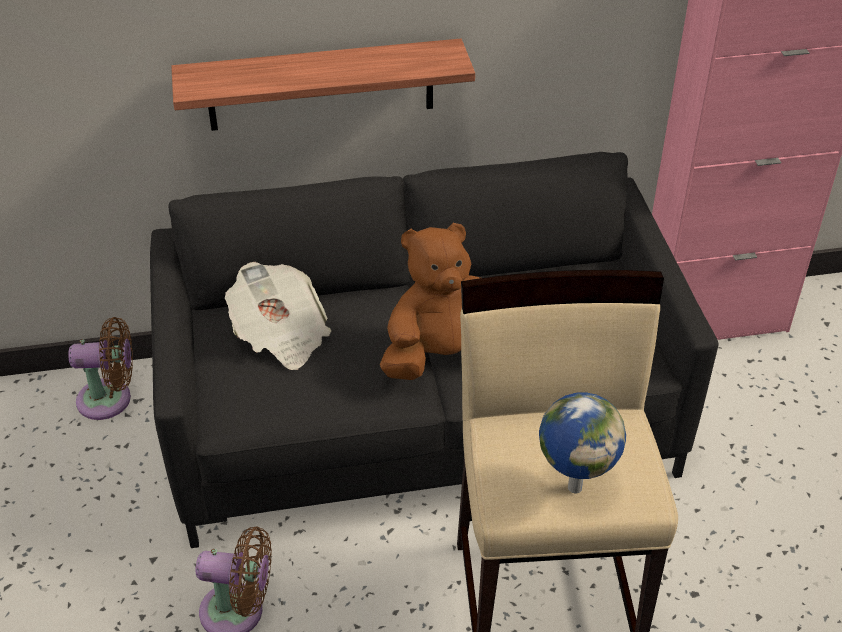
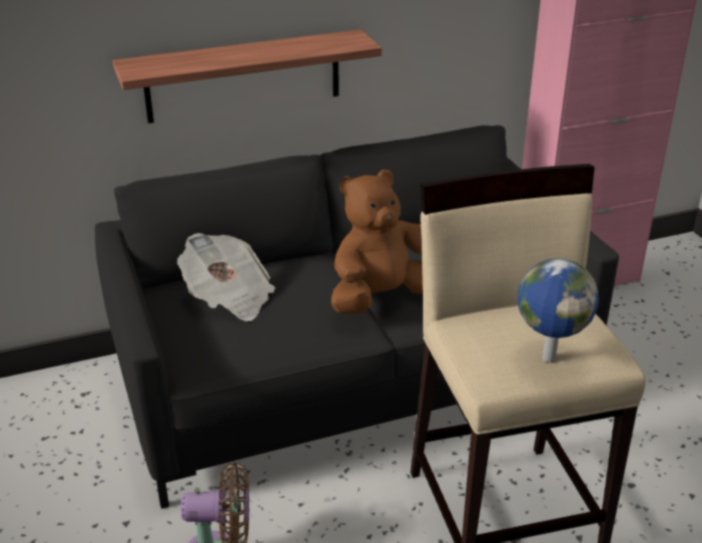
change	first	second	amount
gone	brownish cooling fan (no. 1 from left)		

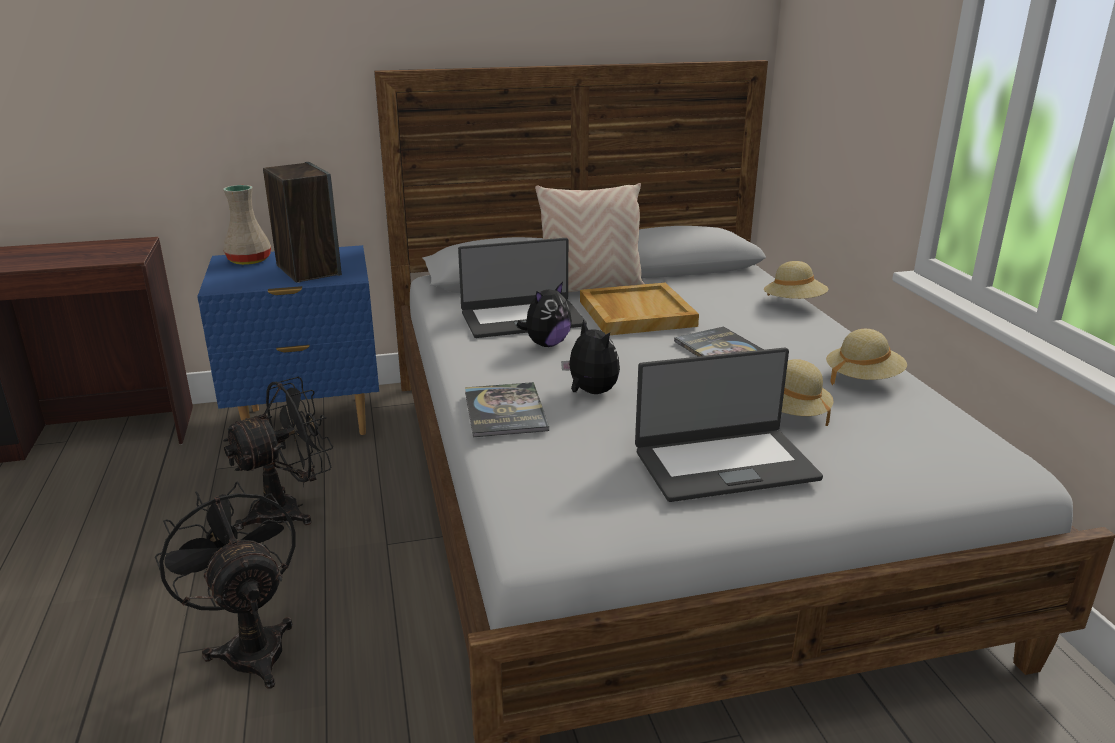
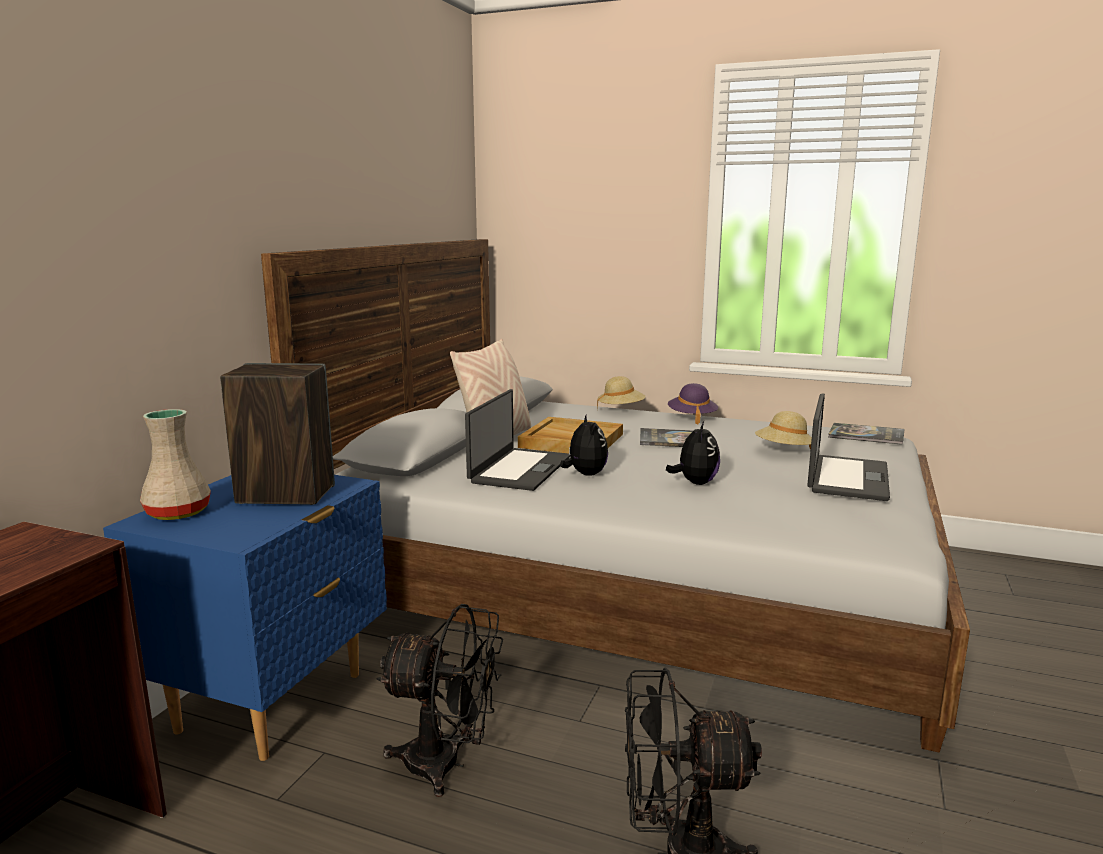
change	first	second	amount
rotated	plush toy (no. 2 from left)		105 degrees clockwise
gone	beige-coloured hat (no. 3 from left)		
rotated	blackish cooling fan (no. 2 from left in the first image)	blackish cooling fan (no. 1 from left)	105 degrees clockwise
shifted	volume (no. 1 from left in the first image)	volume (no. 2 from left)	
new		purple-coloured hat	

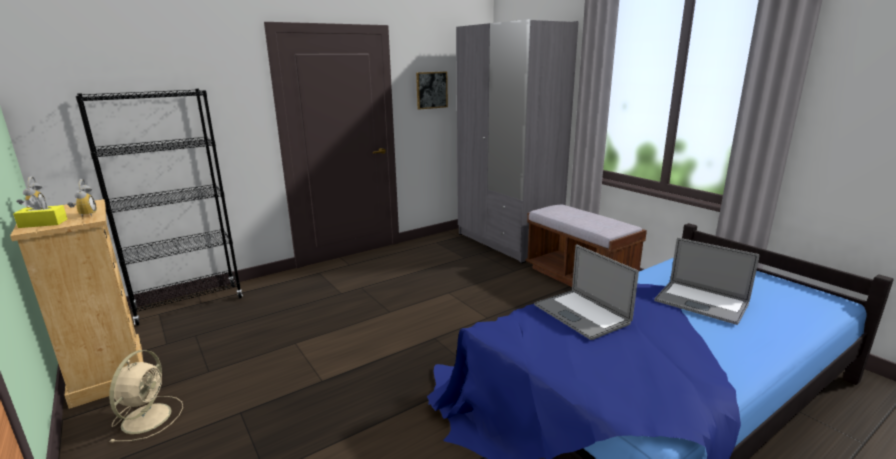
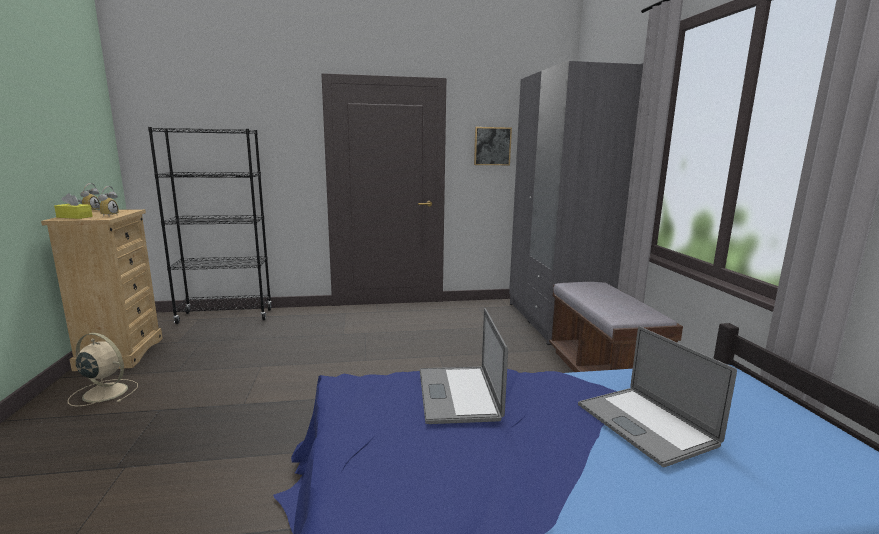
change	first	second	amount
rotated	beige-coloured cooling fan		105 degrees counterclockwise

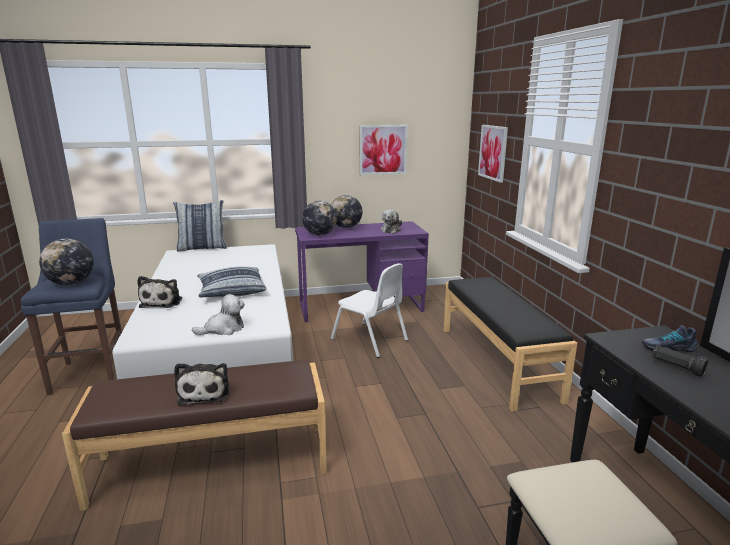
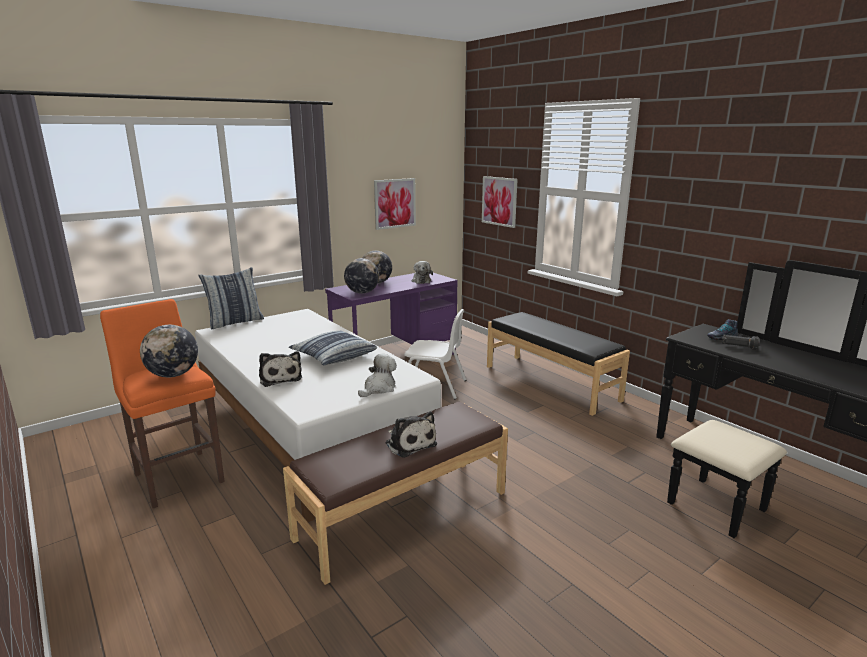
change	first	second	amount
repainted	blue-coloured sitting stool	orange sitting stool	

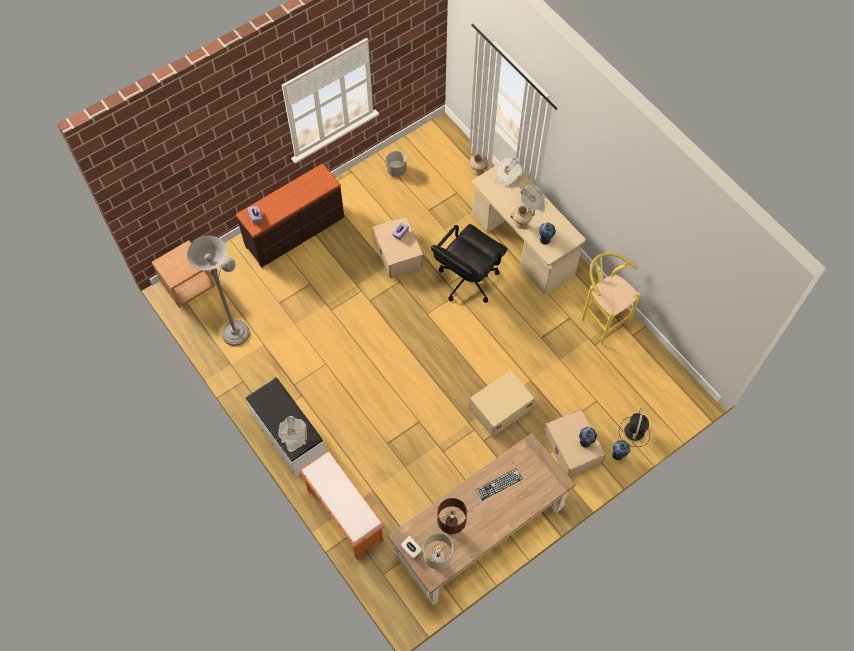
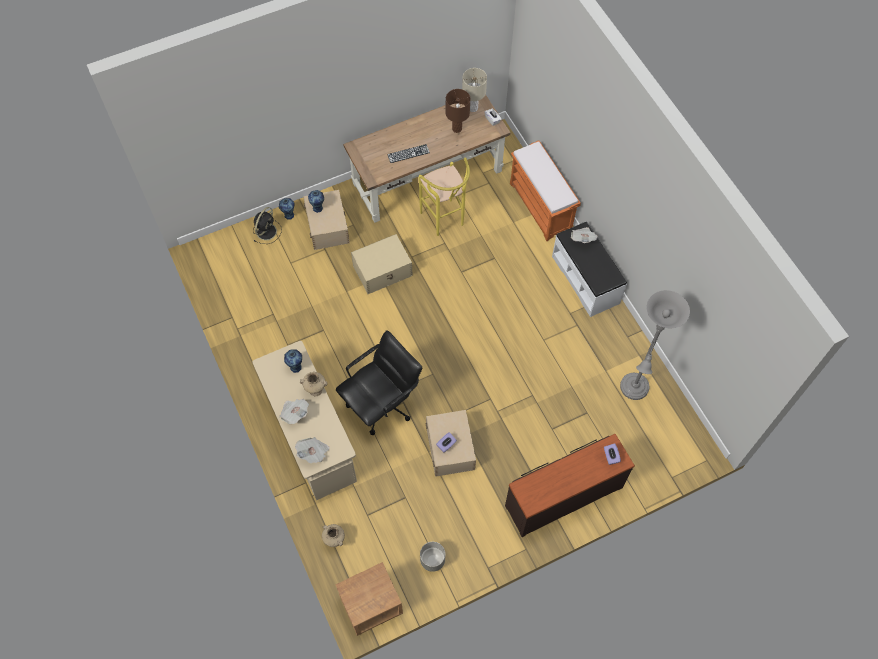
change	first	second	amount
shifted	brownish nightstand		
shifted	yellowish sitting stool		

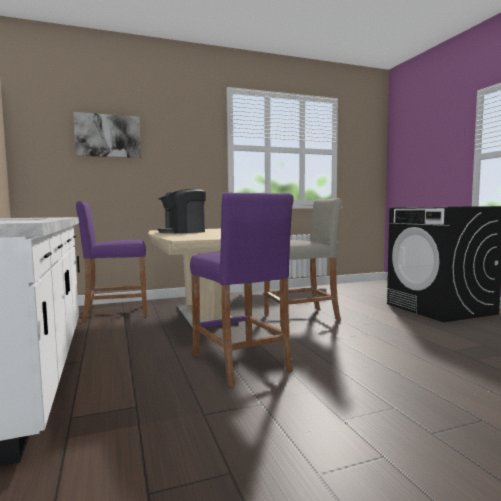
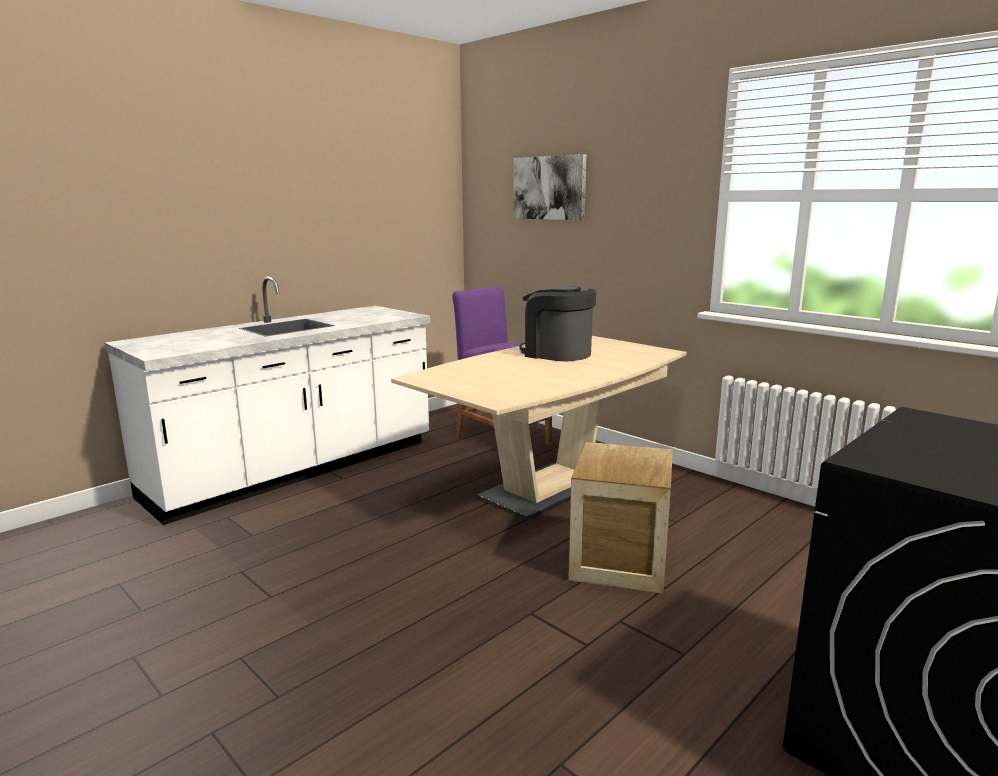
change	first	second	amount
gone	purple-coloured sitting stool (no. 2 from left)		
swapped	beige-coloured sitting stool	shipping crate	

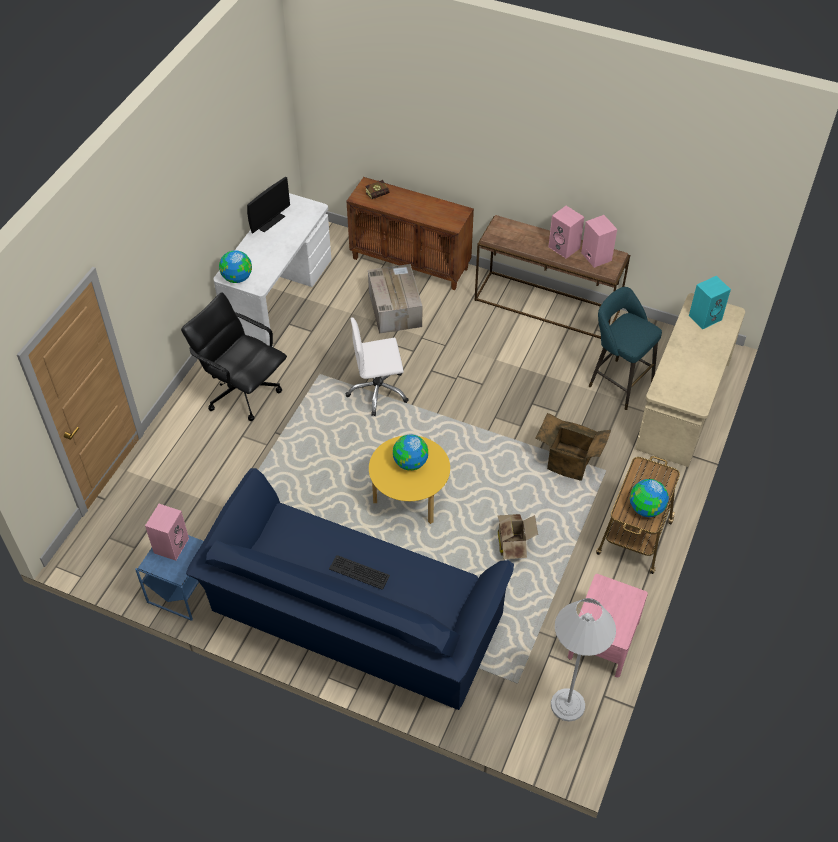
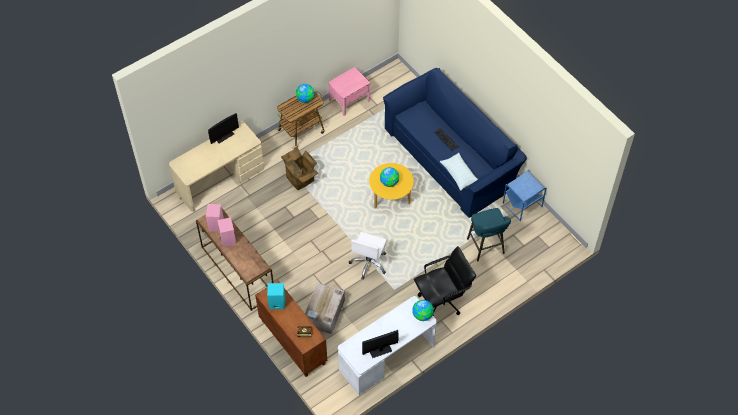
change	first	second	amount
shifted	blue-green audio speaker		
shifted	blue-green sitting stool		
rotated	blackish office chair		90 degrees counterclockwise
rotated	white-coloured office chair		90 degrees clockwise
gone	pinkish audio speaker (no. 1 from left)		
gone	cardboard box (no. 2 from left)		
gone	white-coloured floor lamp		
new		computer display (no. 1 from left)	
new		pillow	

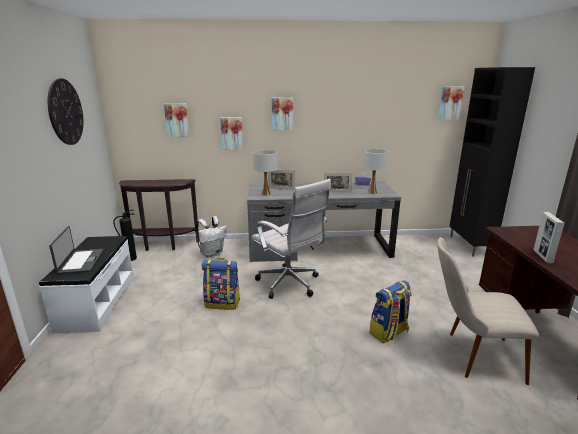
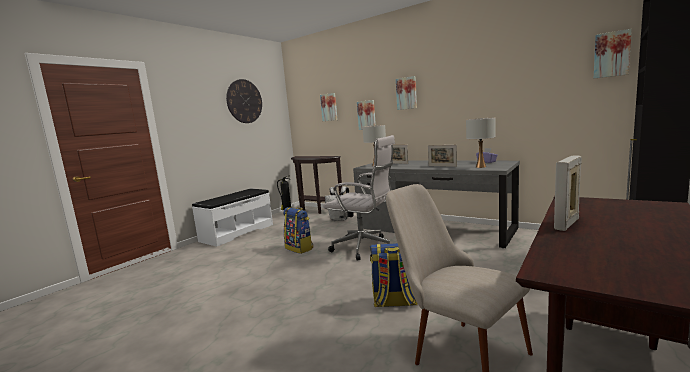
change	first	second	amount
rotated	white-coloured office chair		60 degrees counterclockwise
gone	laptop		

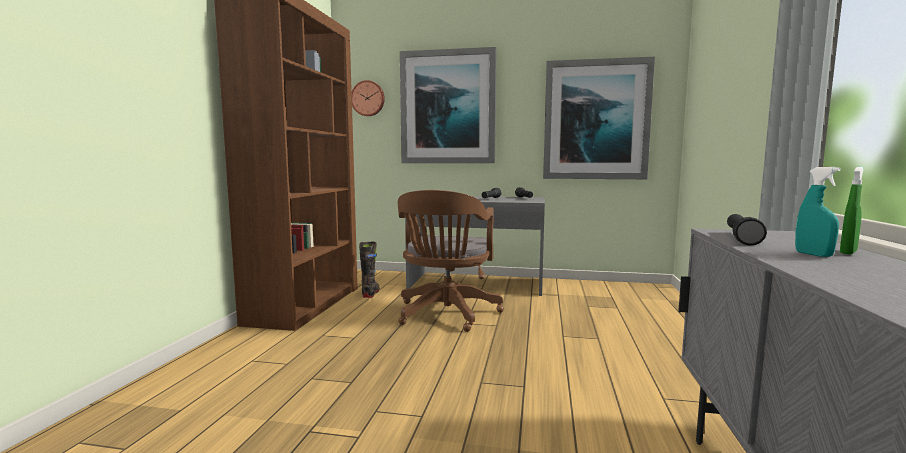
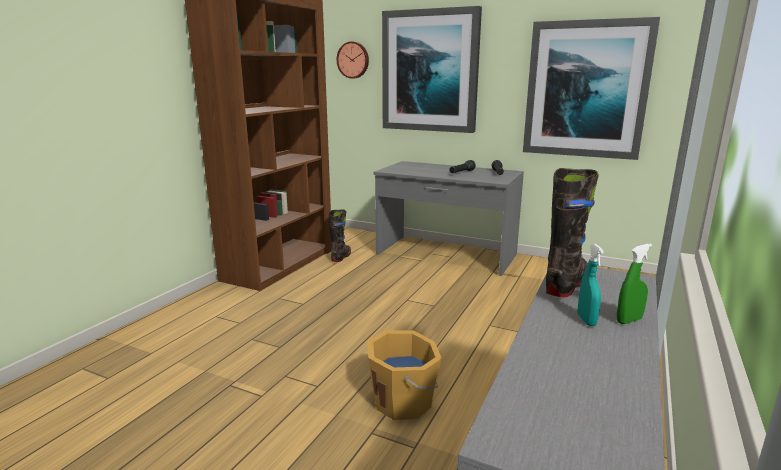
change	first	second	amount
gone	brownish office chair		
swapped	blackish torch (no. 3 from left)	blackish boot (no. 2 from left)	
new		orange pail	

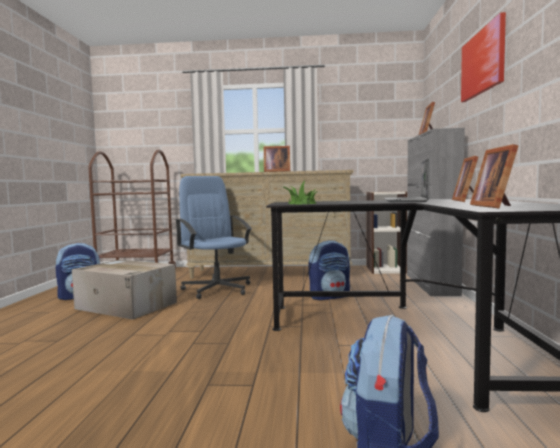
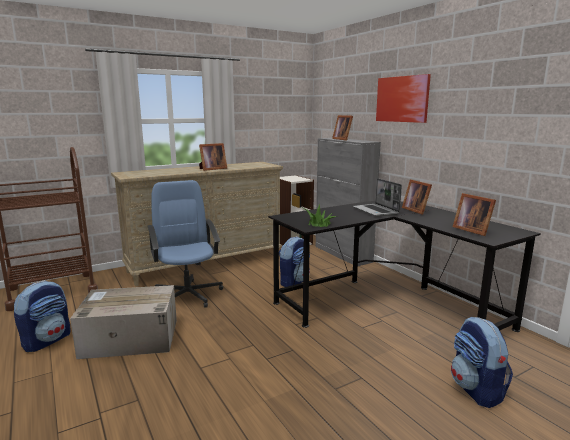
change	first	second	amount
rotated	blue-coloured office chair		45 degrees clockwise

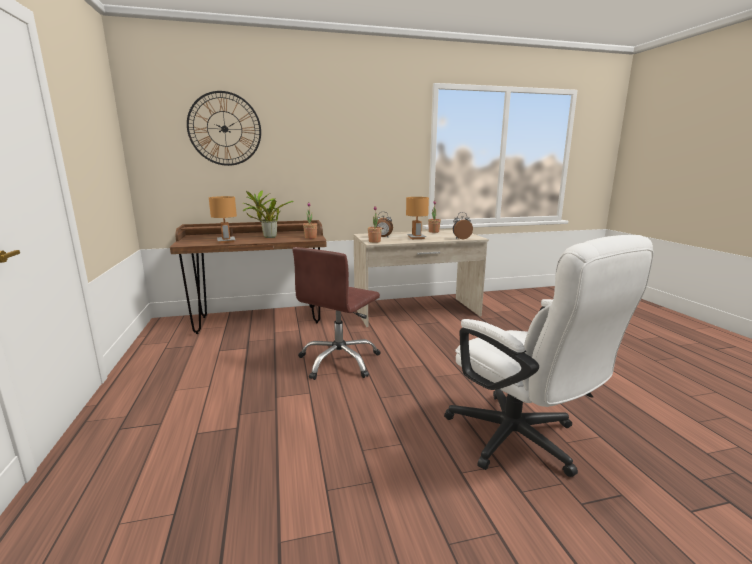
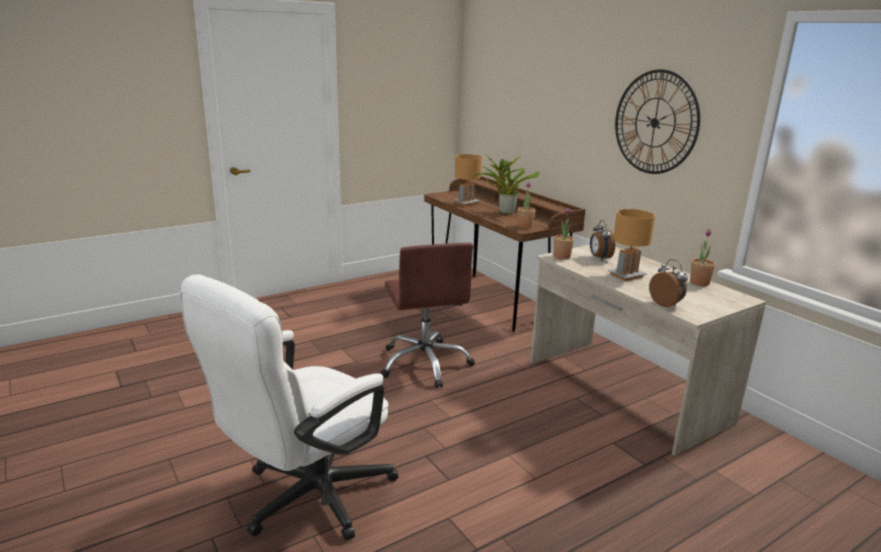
change	first	second	amount
shifted	hanging clock		
rotated	brownish office chair		120 degrees counterclockwise

